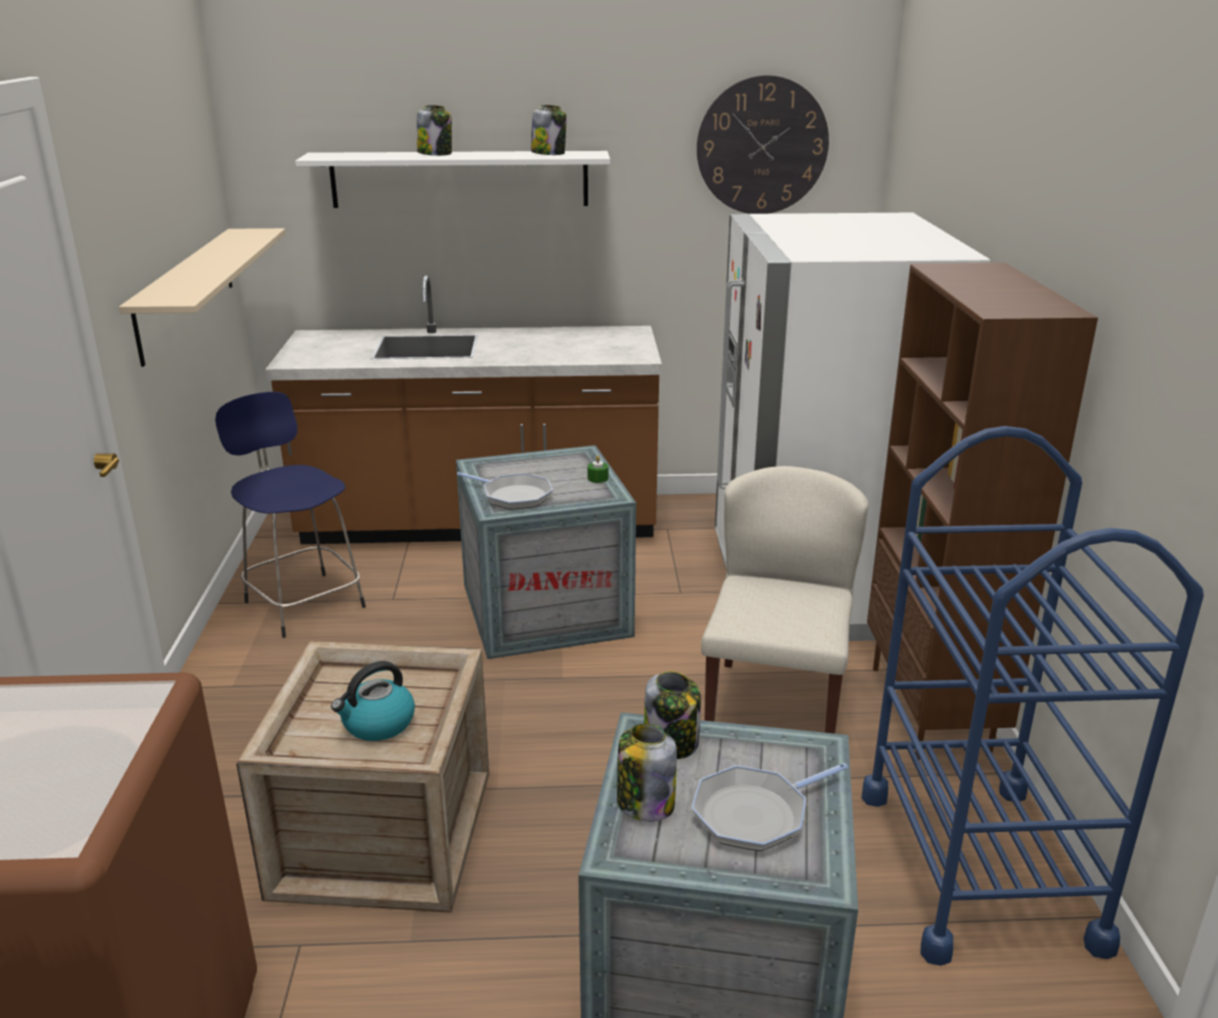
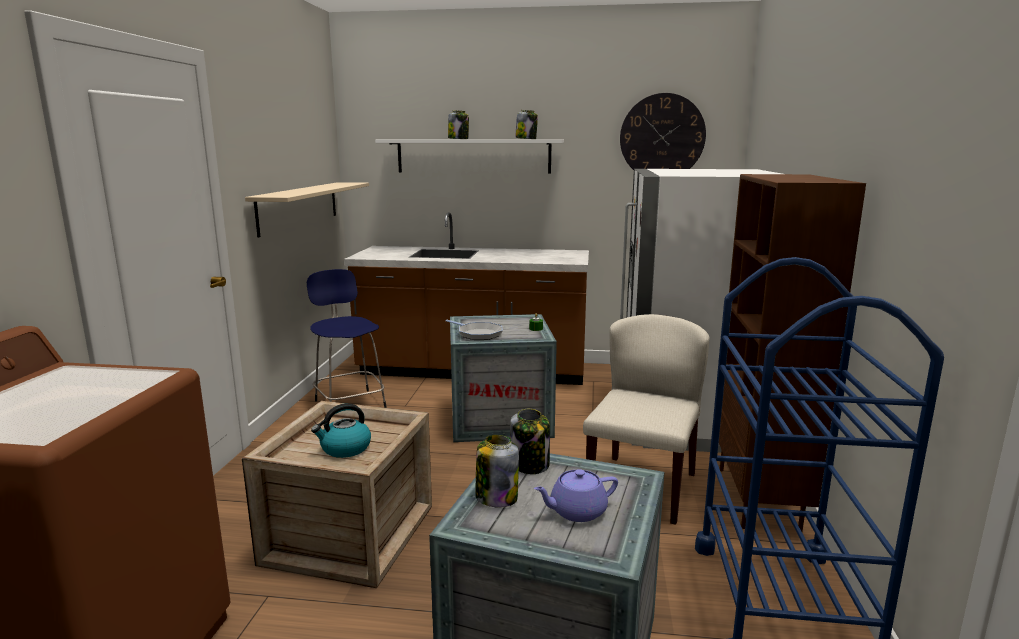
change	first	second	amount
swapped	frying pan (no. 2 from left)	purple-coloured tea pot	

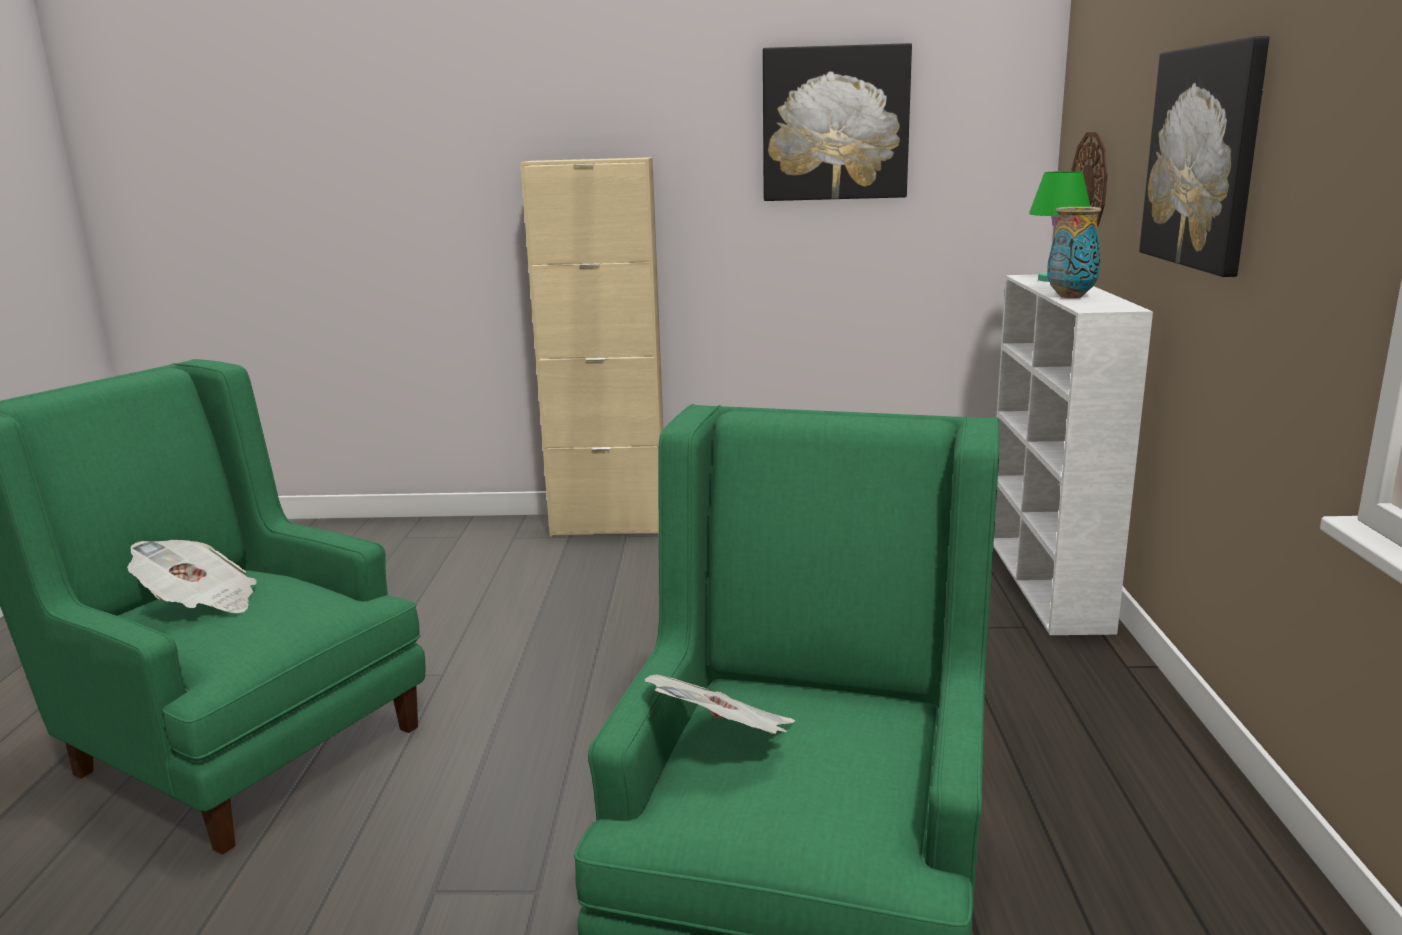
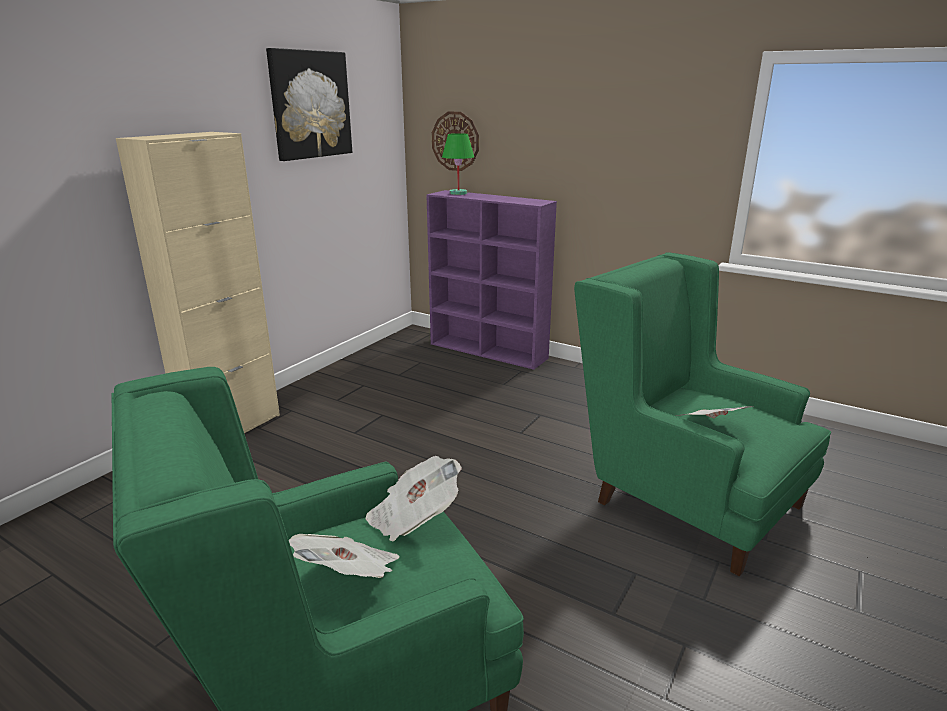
change	first	second	amount
gone	wall picture (no. 2 from left)		
gone	decorative vase		
repainted	white-coloured bookshelf	purple-coloured bookshelf	
new		printed paper (no. 2 from left)	

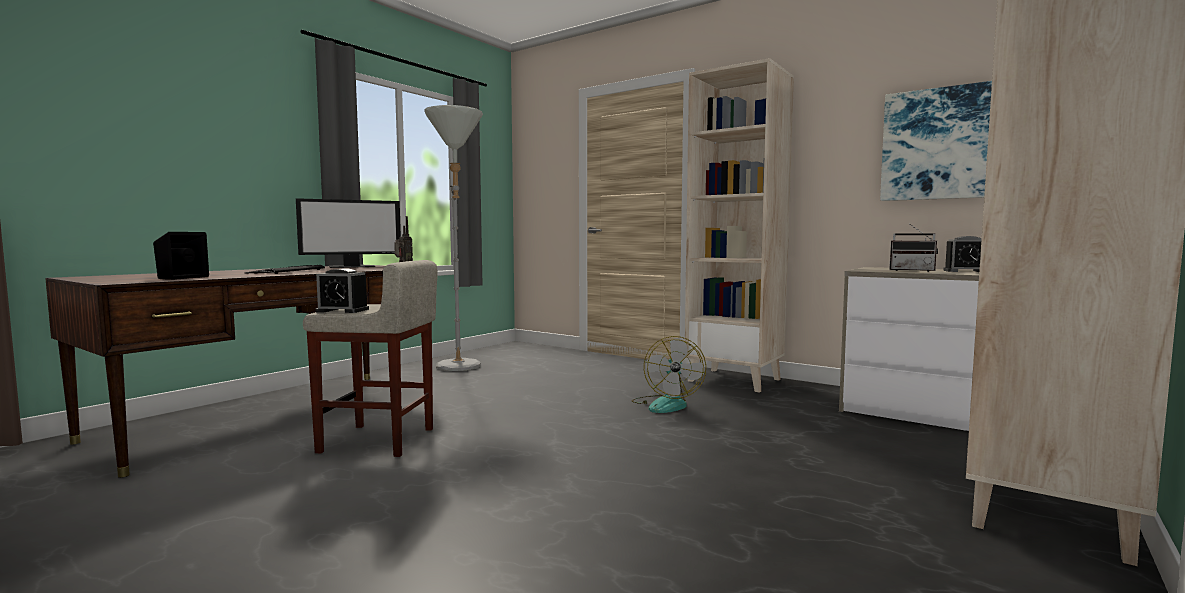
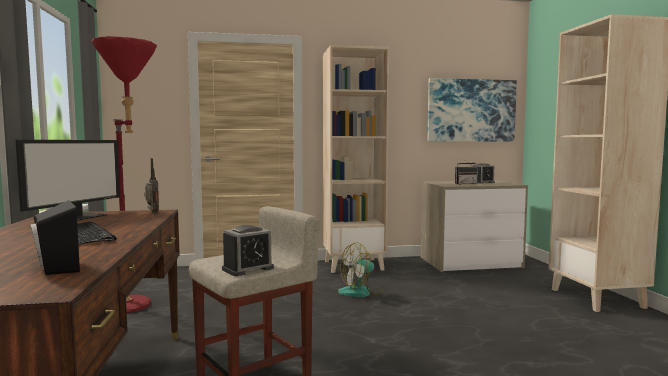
change	first	second	amount
repainted	grey floor lamp	reddish floor lamp	
rotated	cooling fan		105 degrees clockwise

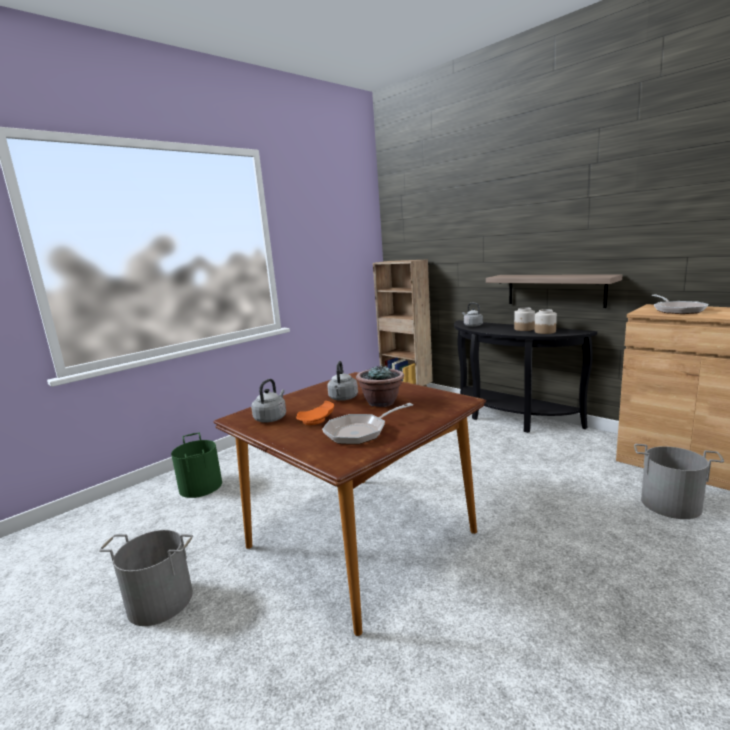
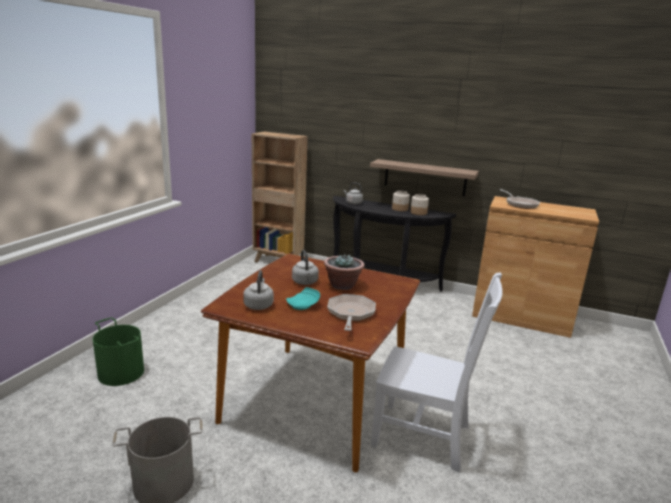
change	first	second	amount
repainted	orange plate	blue-green plate	
rotated	frying pan (no. 1 from left)		150 degrees clockwise
gone	grey pail (no. 2 from left)		
new		white-coloured upright chair	

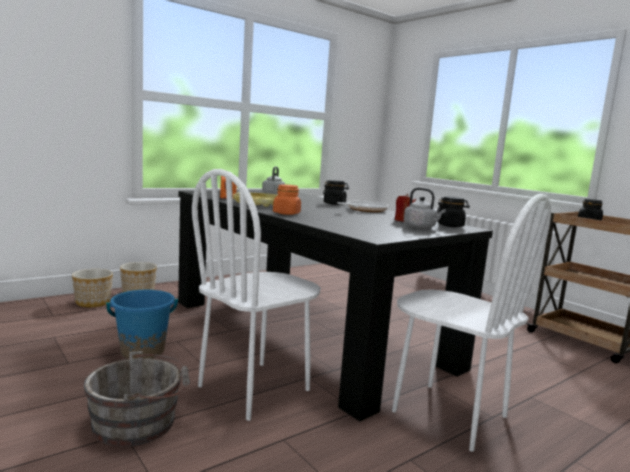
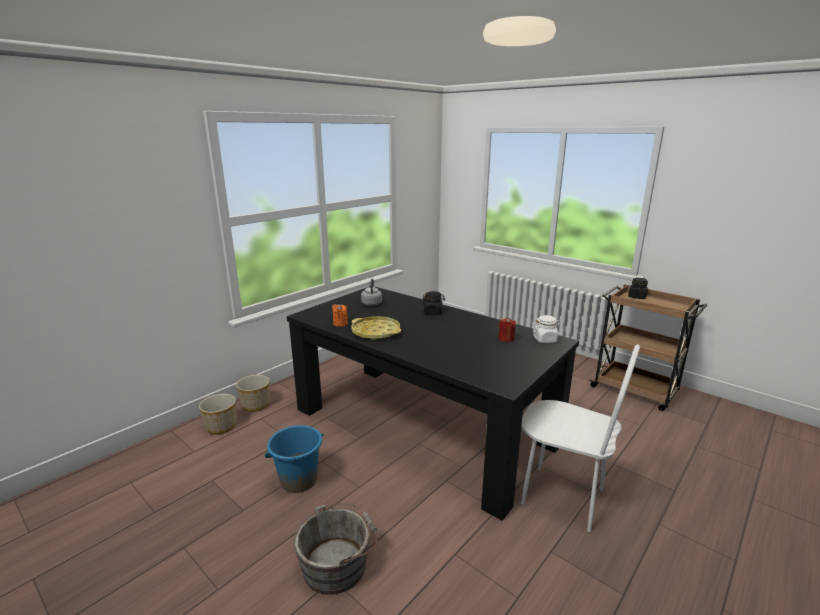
change	first	second	amount
gone	white-coloured upright chair (no. 1 from left)		
gone	orange storage jar		
gone	grey water kettle (no. 2 from left)		
repainted	blackish storage jar (no. 2 from left)	white-coloured storage jar	
gone	frying pan		

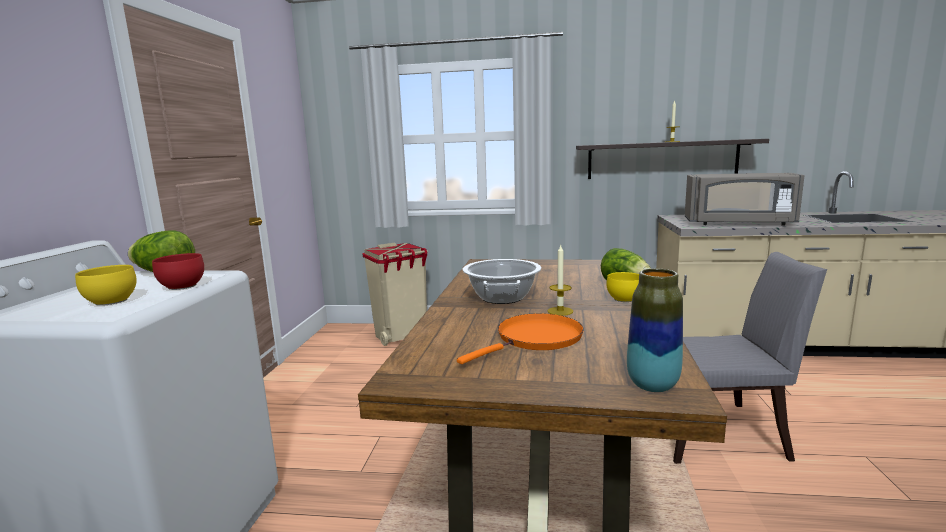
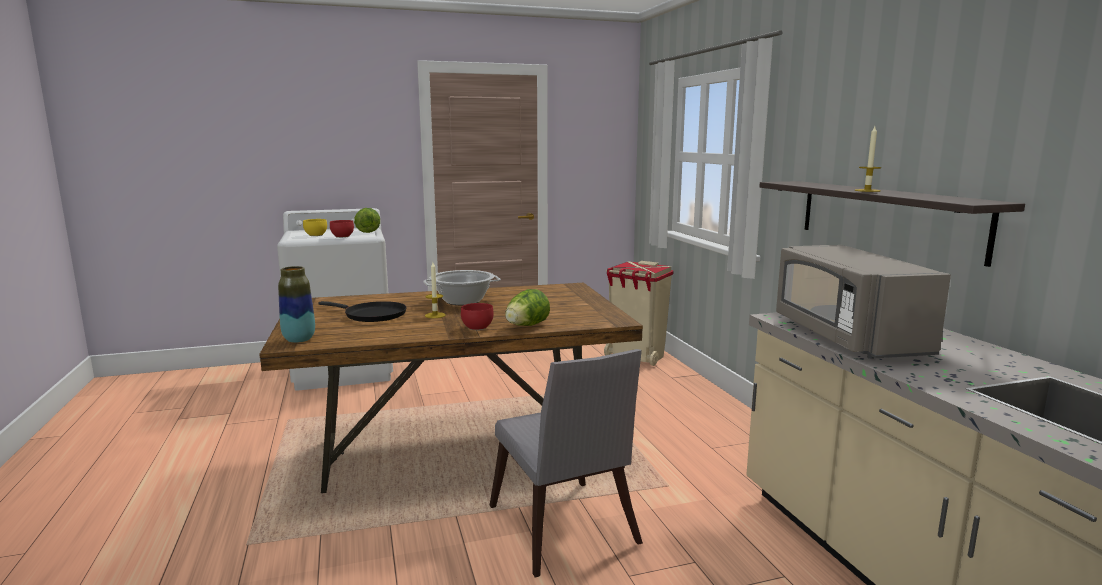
change	first	second	amount
repainted	yellowish bowl (no. 2 from left)	reddish bowl (no. 2 from left)	
repainted	orange frying pan	blackish frying pan	

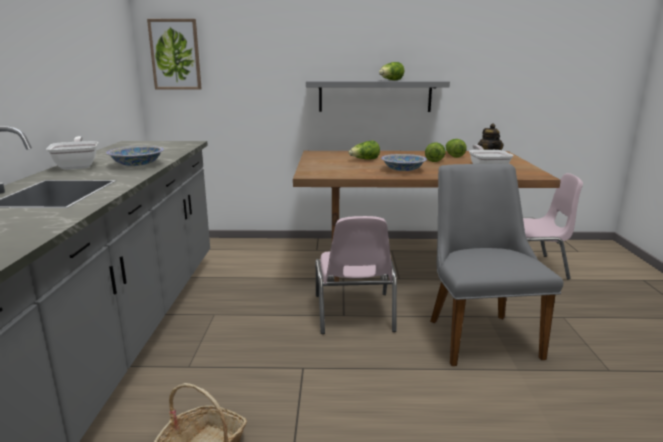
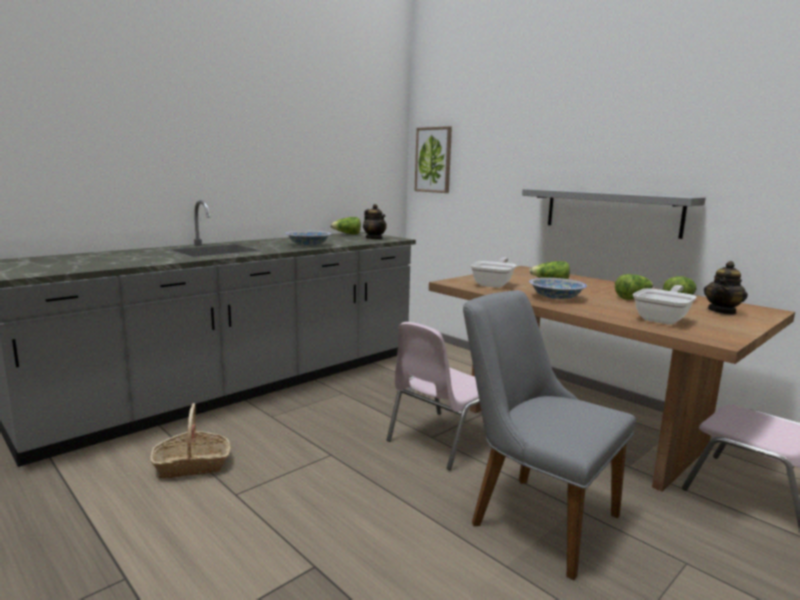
change	first	second	amount
shifted	head of lettuce (no. 2 from left in the first image)	head of lettuce (no. 1 from left)	
shifted	frying pan (no. 1 from left)		
rotated	grey upright chair		90 degrees counterclockwise
new		tea pot (no. 1 from left)	

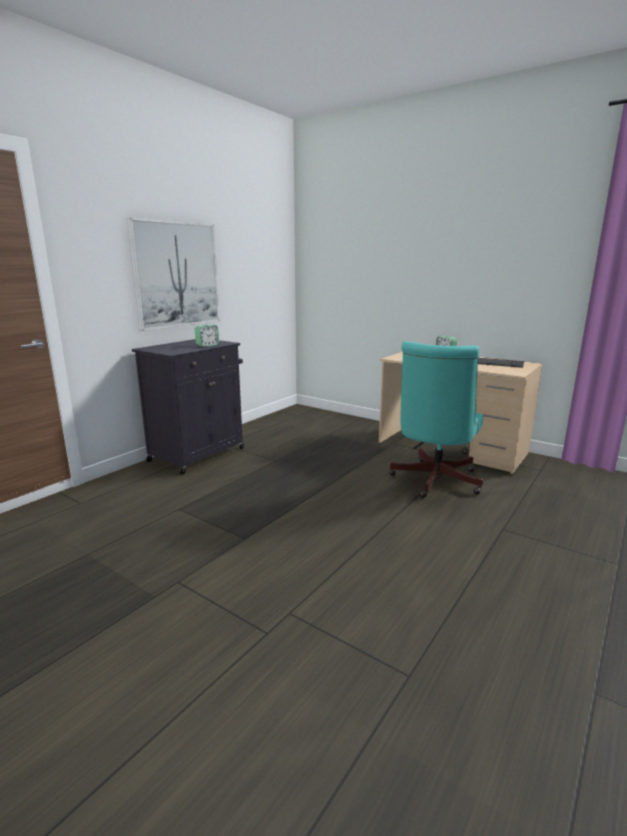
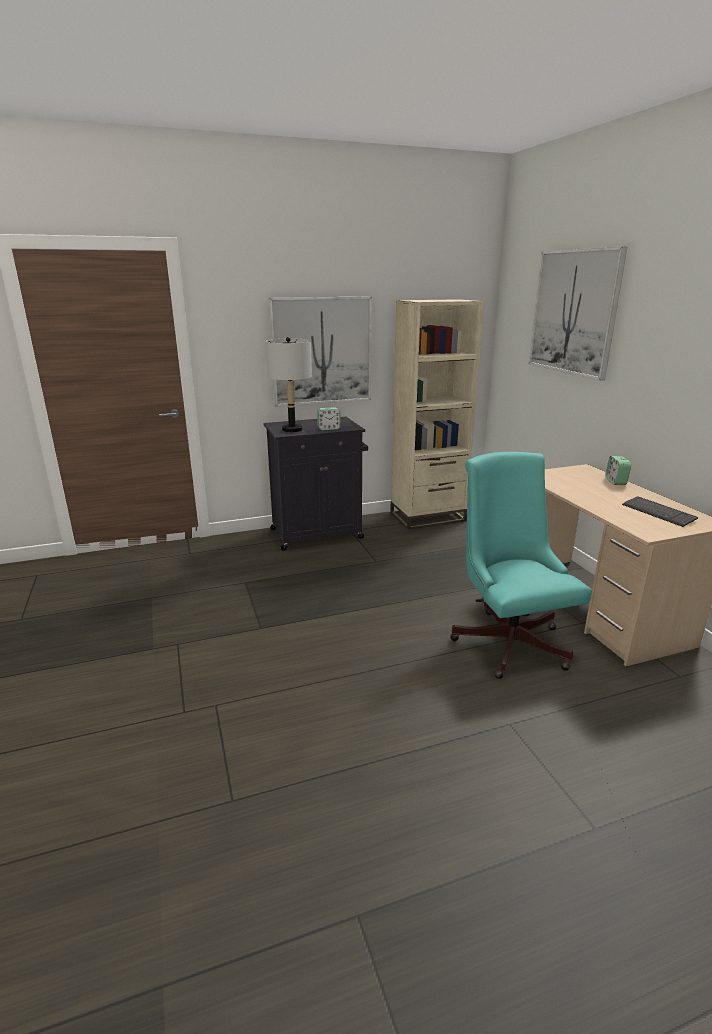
change	first	second	amount
rotated	blue-green office chair		105 degrees clockwise
new		wall picture (no. 2 from left)	
new		beige-coloured bookshelf	
new		grey tabletop lamp	

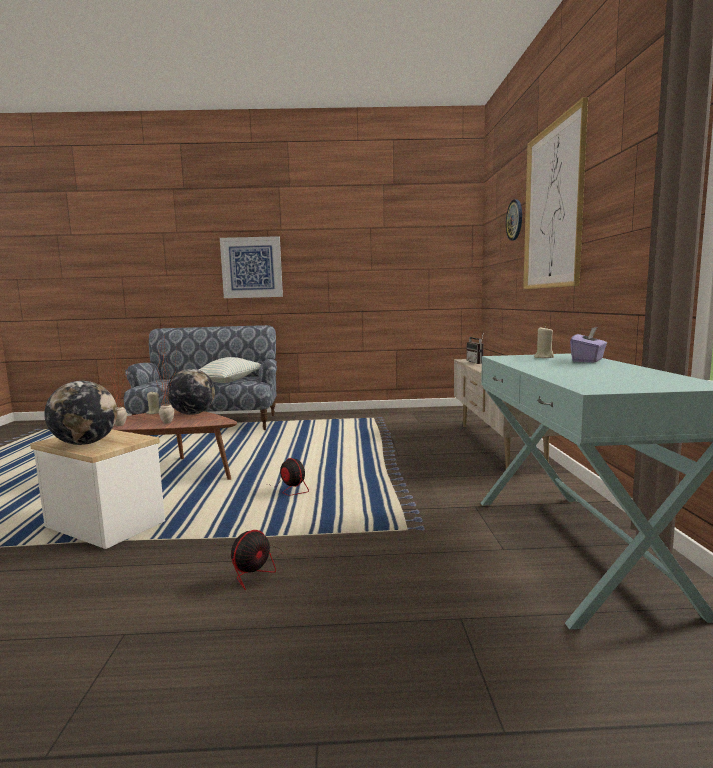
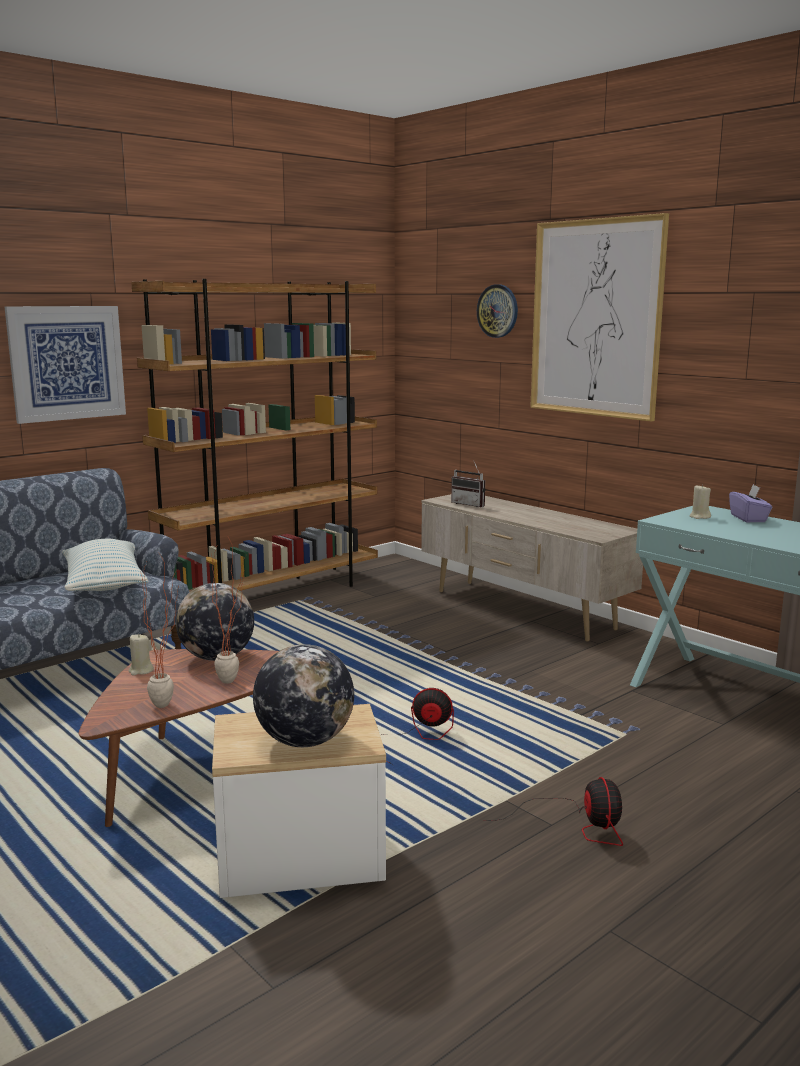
change	first	second	amount
new		brownish bookshelf	

